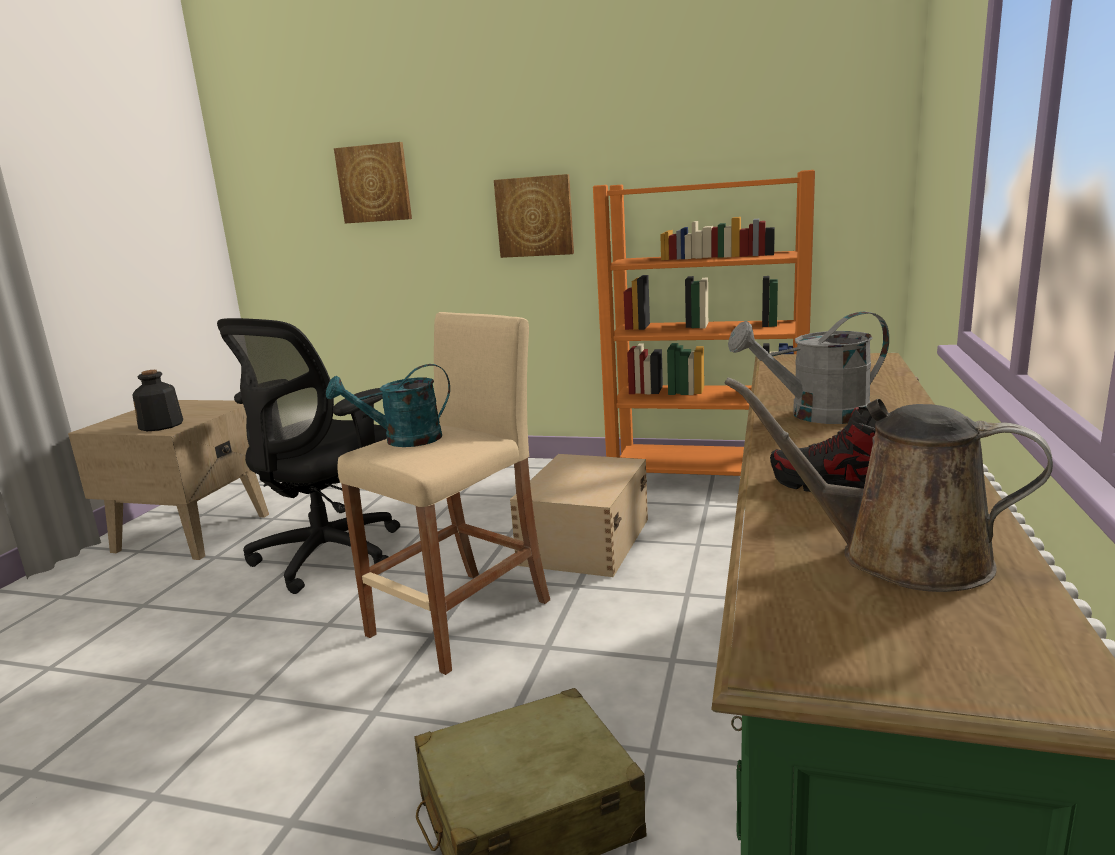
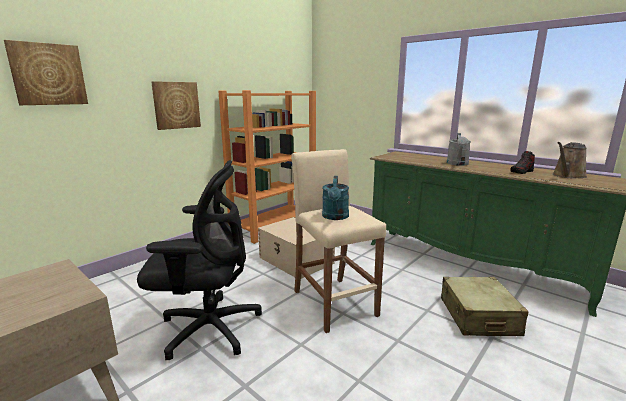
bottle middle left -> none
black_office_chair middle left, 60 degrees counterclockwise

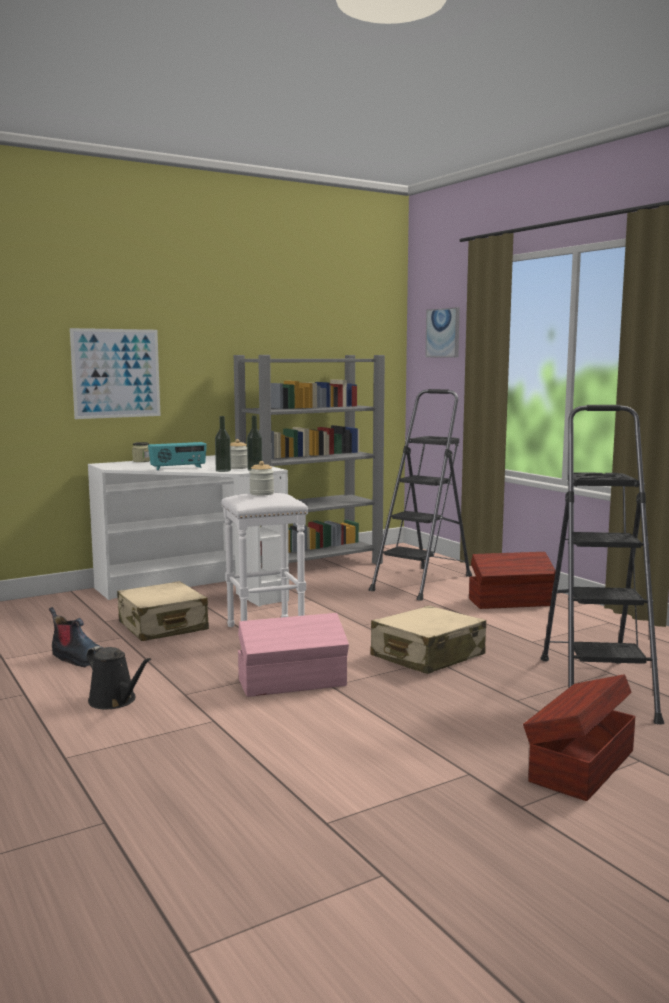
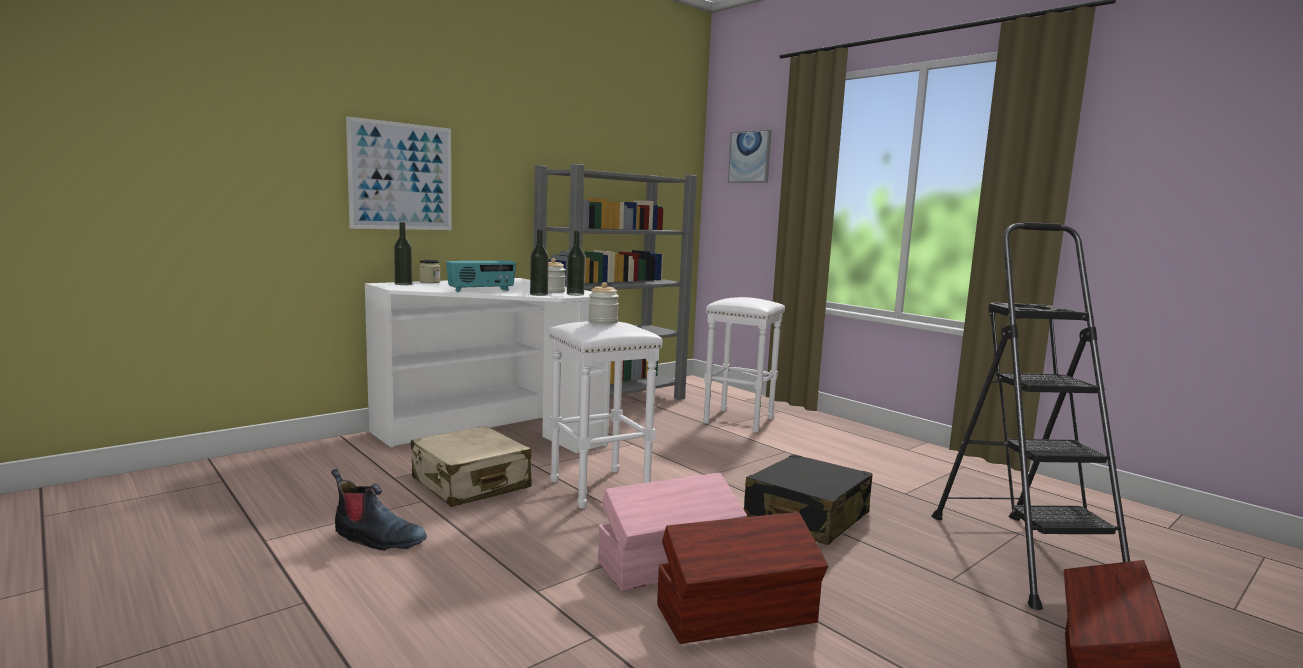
black_watering_can bottom left -> none
none -> bottle (1st from left) middle left
brown_storage_box (1st from left) middle right -> brown_storage_box (1st from left) bottom centre, moved
step_ladder (1st from left) centre -> white_stool (2nd from left) centre
beige_suitcase (2nd from left) centre -> black_suitcase bottom centre

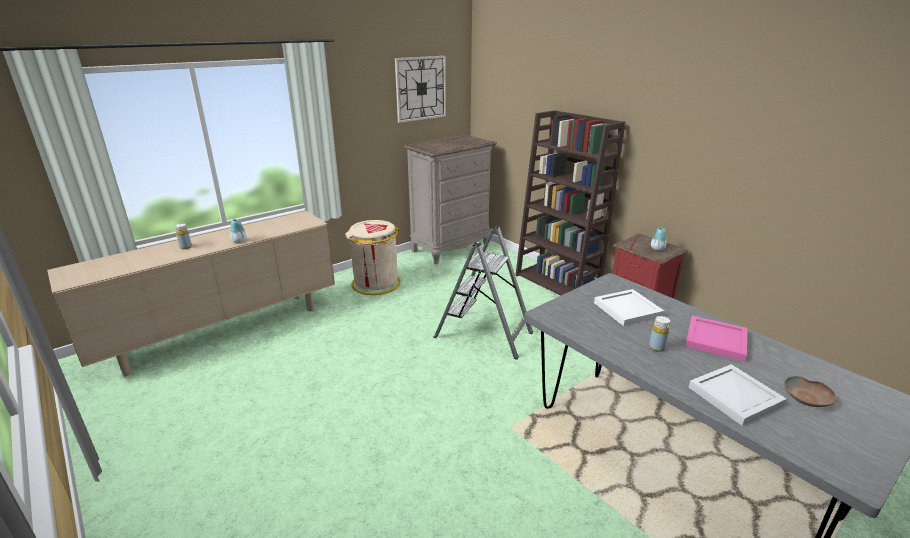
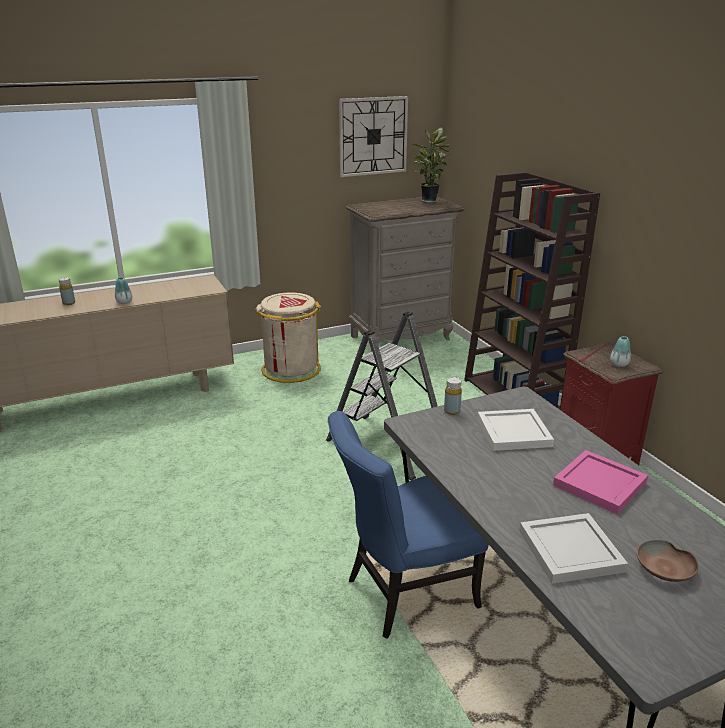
none -> blue_chair bottom centre
none -> potted_plant top centre
yellow_bottle (2nd from left) middle right -> yellow_bottle (2nd from left) centre, moved

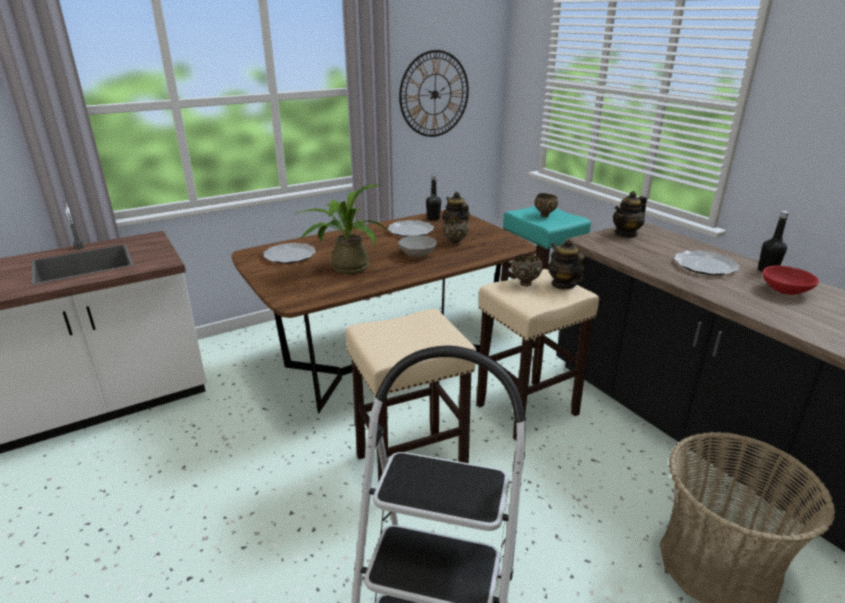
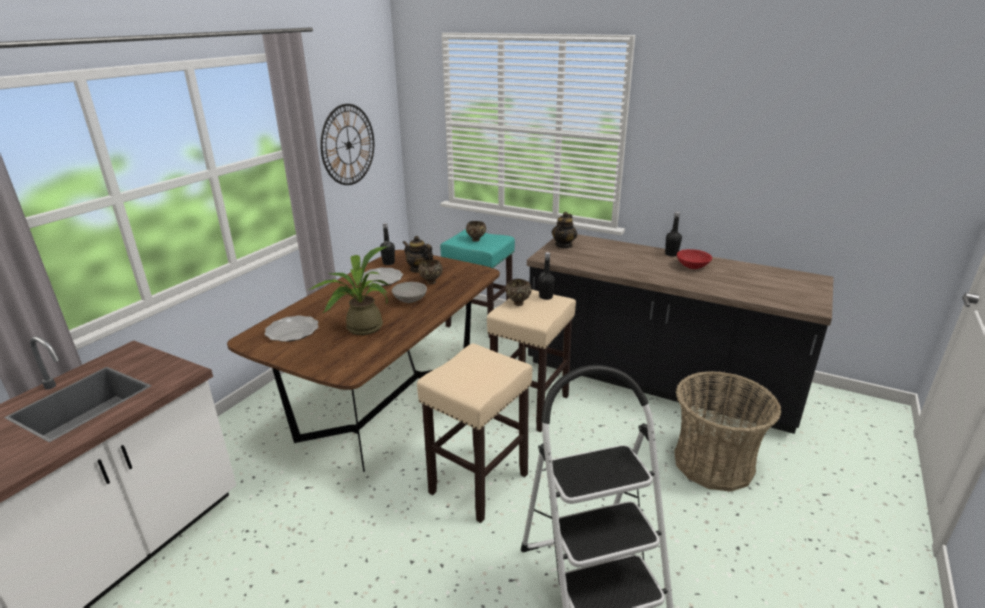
plate (3rd from left) middle right -> none
teapot (2nd from left) middle right -> black_bottle (2nd from left) centre

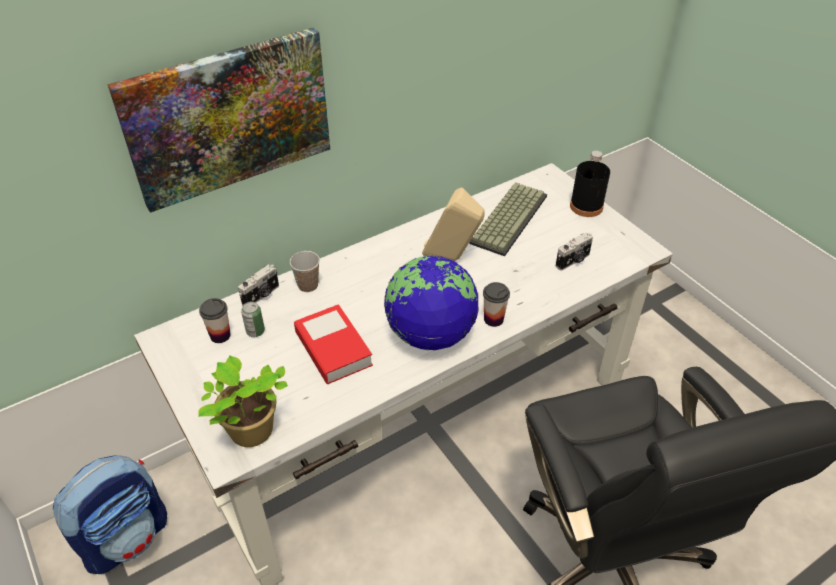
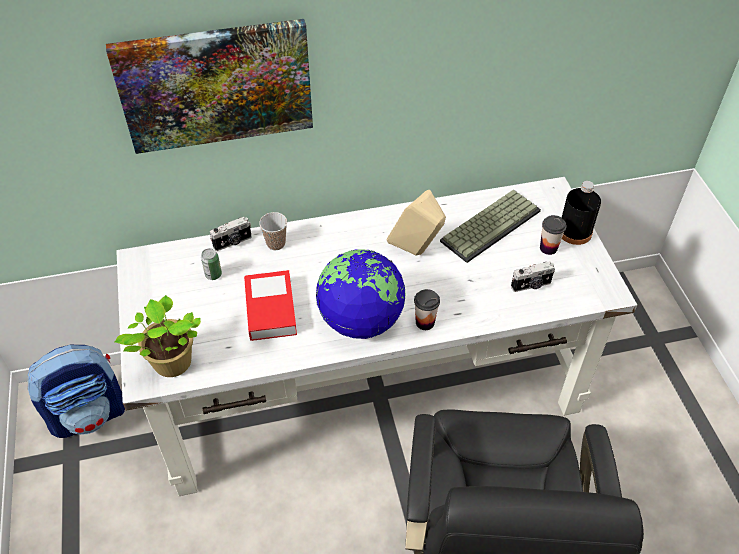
cup (1st from left in the first image) middle left -> cup (3rd from left) middle right, moved

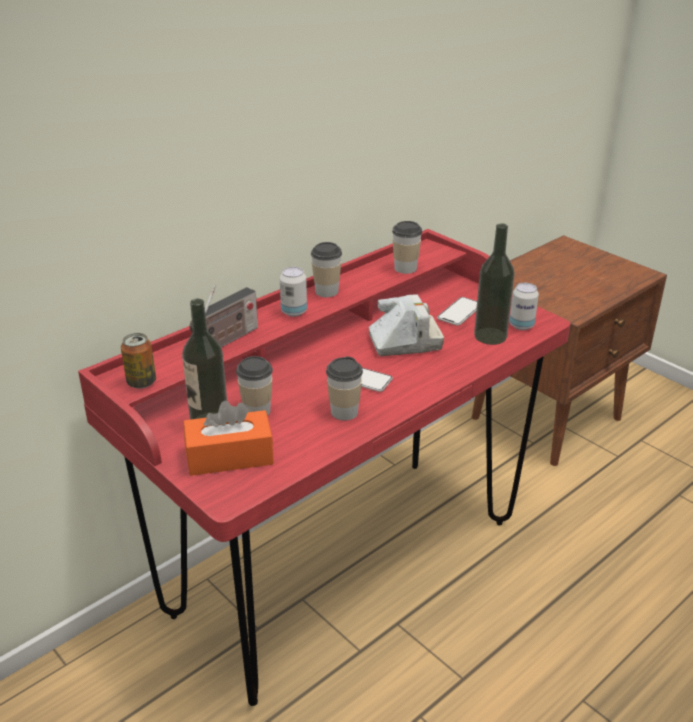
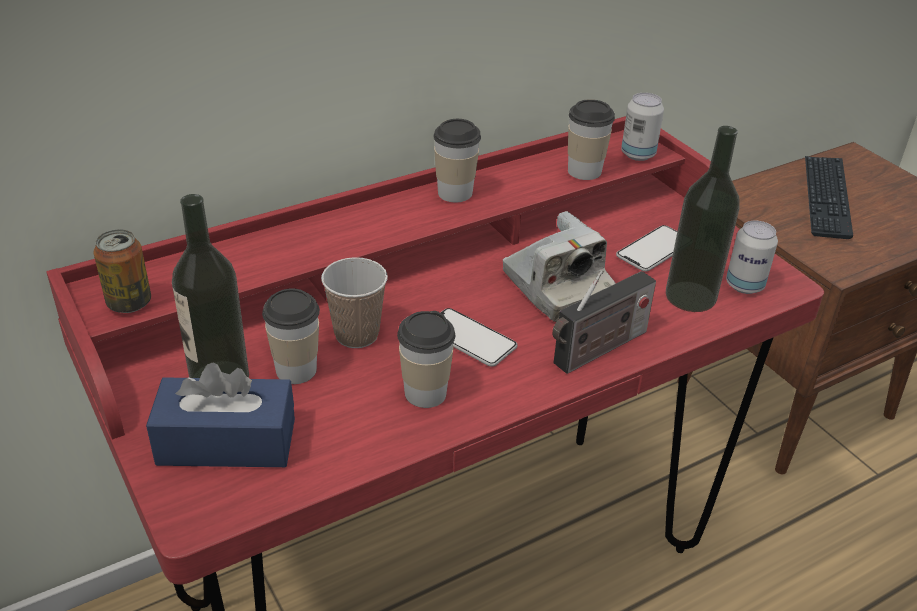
none -> cup (2nd from left) centre
none -> keyboard top right
radio middle left -> radio centre, moved
can (2nd from left) centre -> can (2nd from left) top right, moved
orange_tissue_box middle left -> blue_tissue_box bottom left
photo_camera centre, 60 degrees clockwise

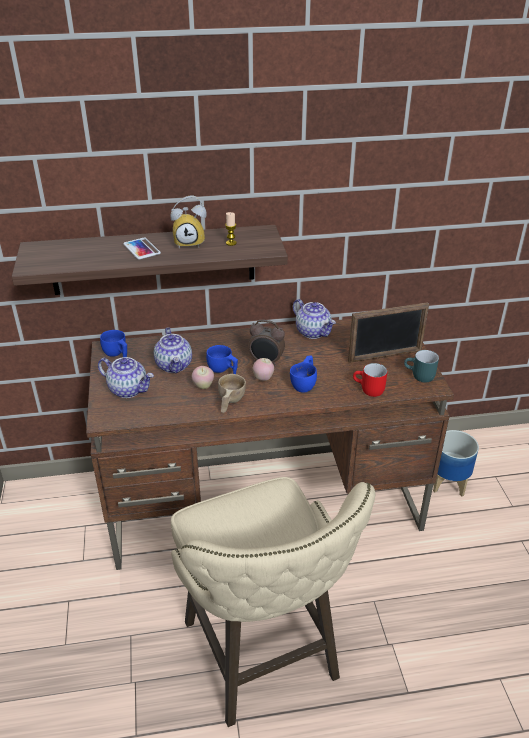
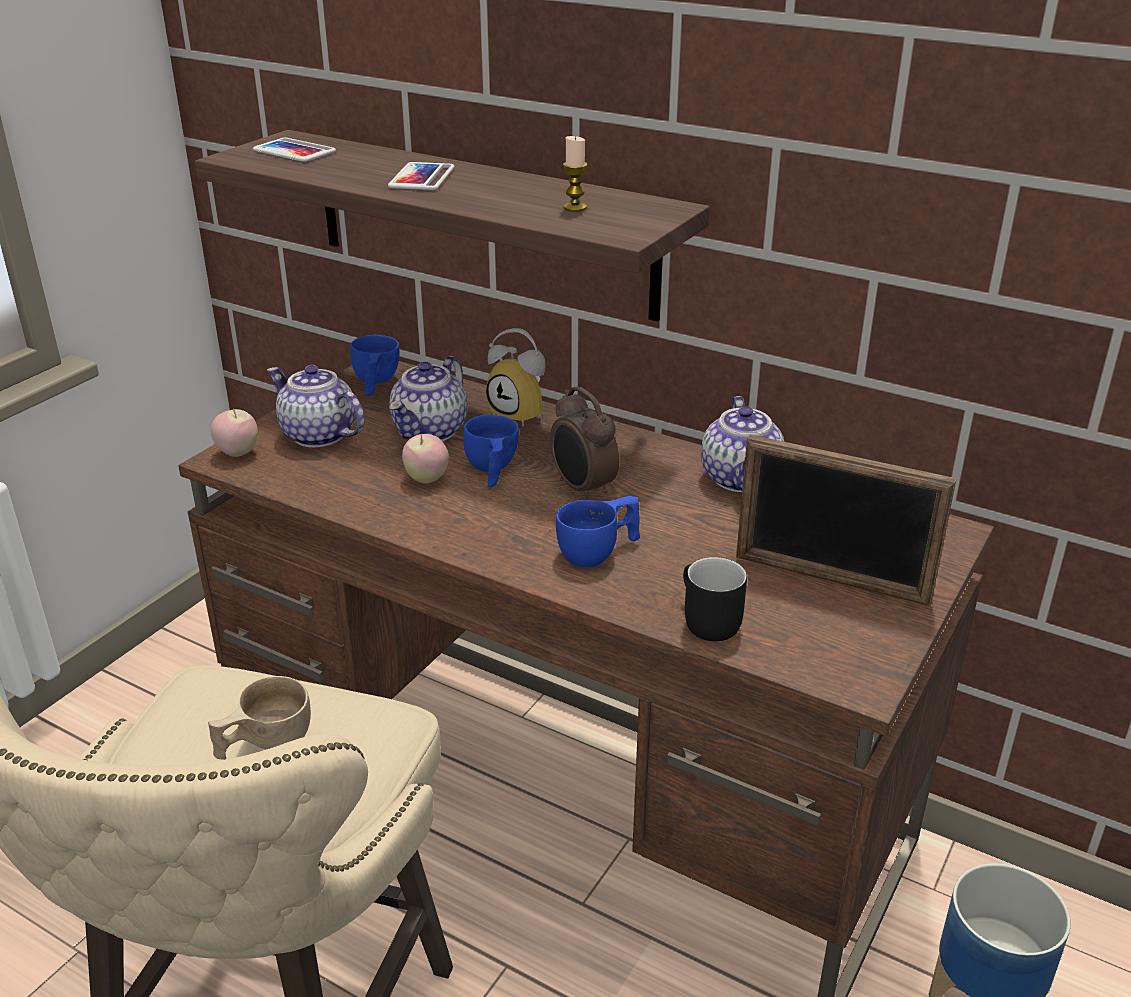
turquoise_mug middle right -> none
none -> phone (1st from left) top left
alarm_clock (1st from left) top centre -> alarm_clock (1st from left) centre, moved
beige_cup centre -> beige_cup bottom left, moved
apple (2nd from left in the first image) centre -> apple (1st from left) middle left, moved
red_mug middle right -> black_mug centre
teapot (1st from left) middle left, 150 degrees clockwise

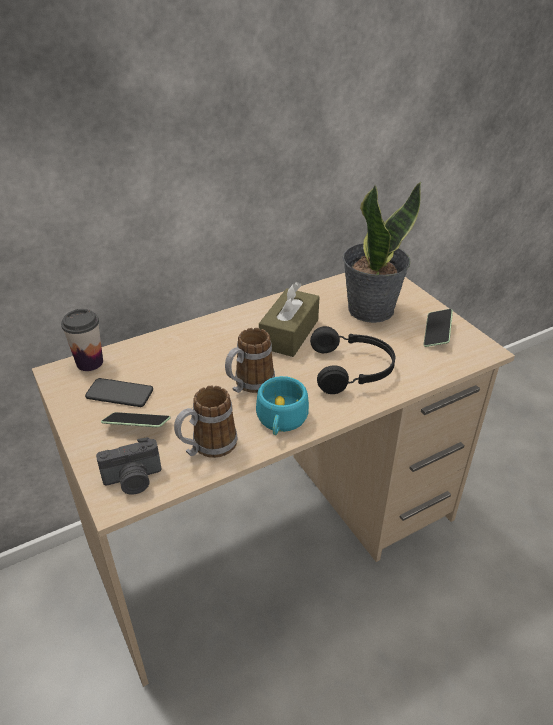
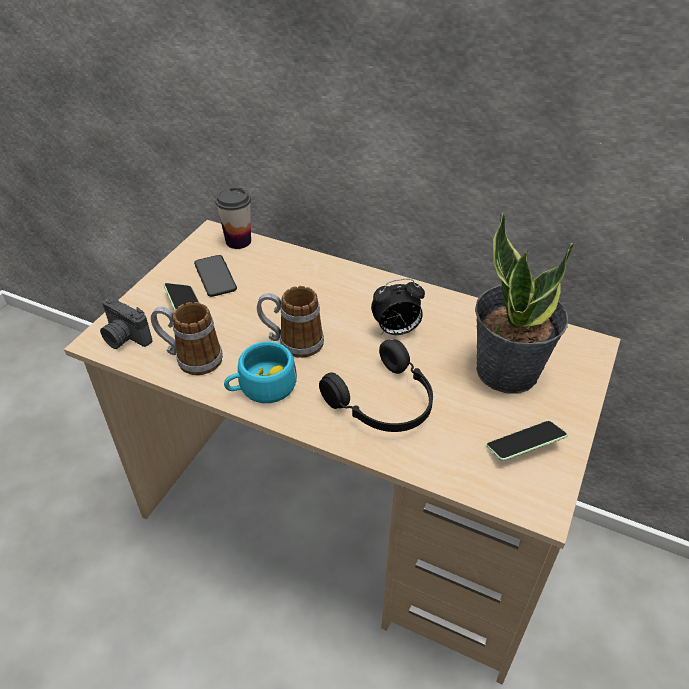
brown_tissue_box centre -> alarm_clock centre

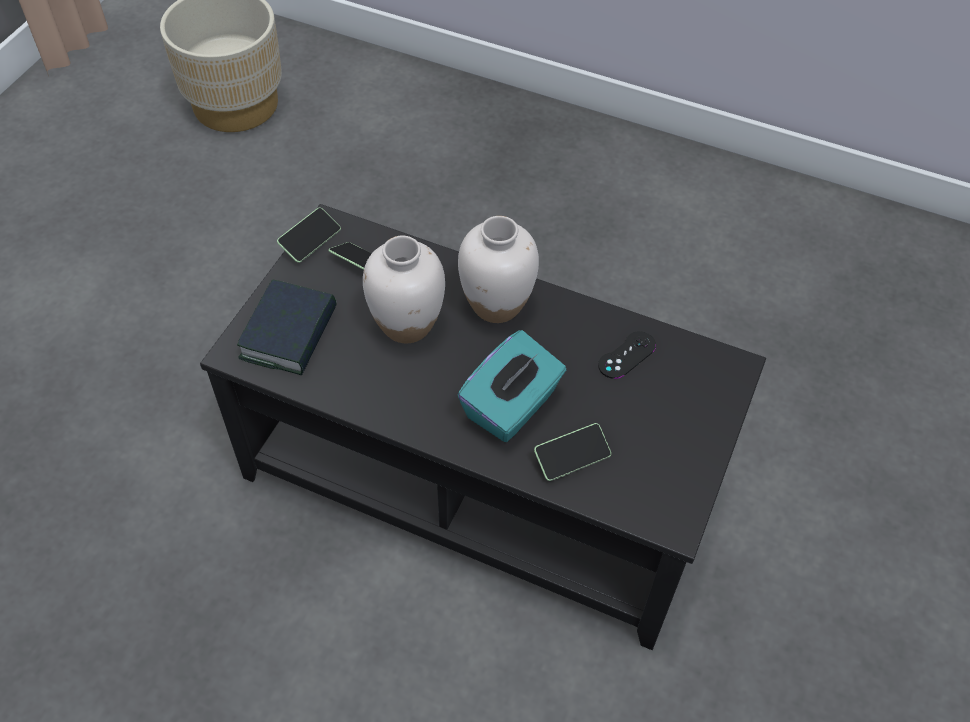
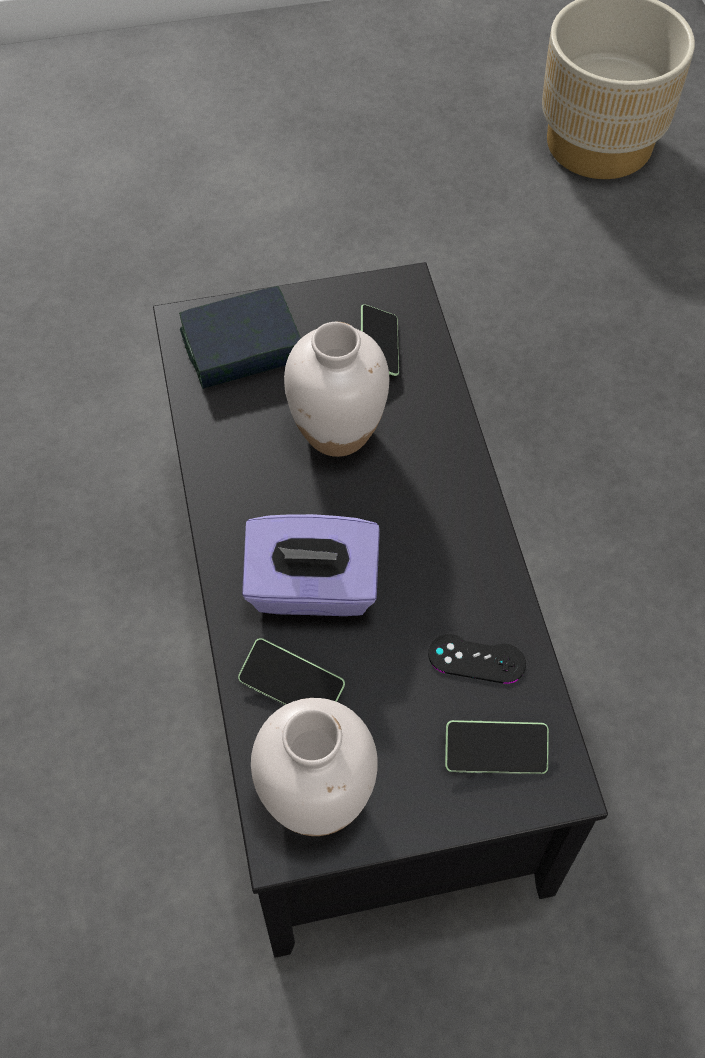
phone (1st from left in the first image) top left -> phone (3rd from left) bottom right, moved
white_vase (2nd from left in the first image) centre -> white_vase (1st from left) bottom centre, moved
turquoise_tissue_box centre -> purple_tissue_box centre

